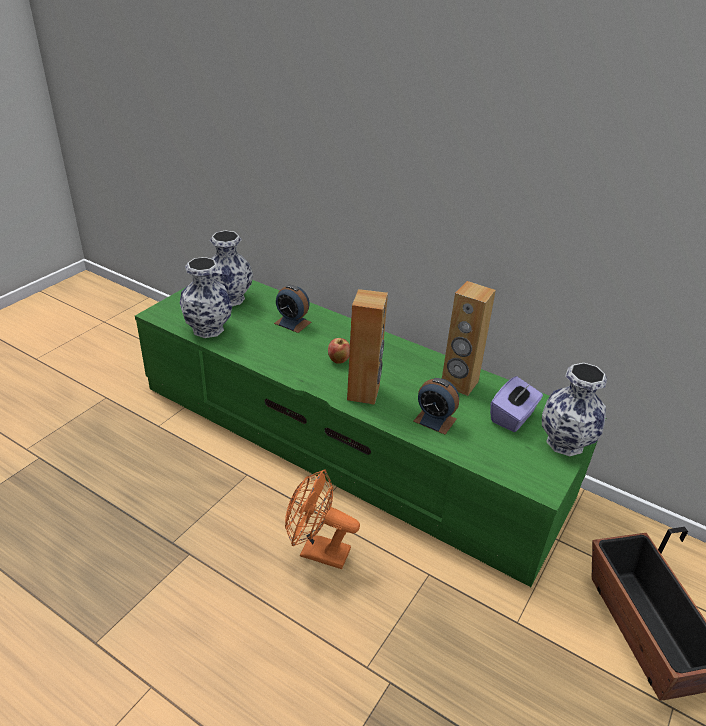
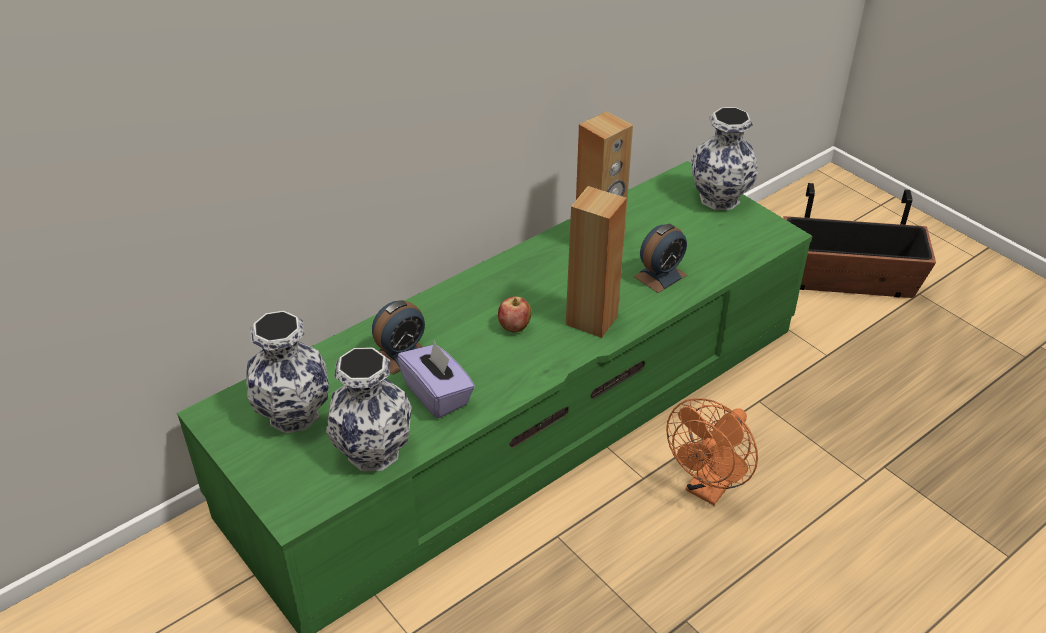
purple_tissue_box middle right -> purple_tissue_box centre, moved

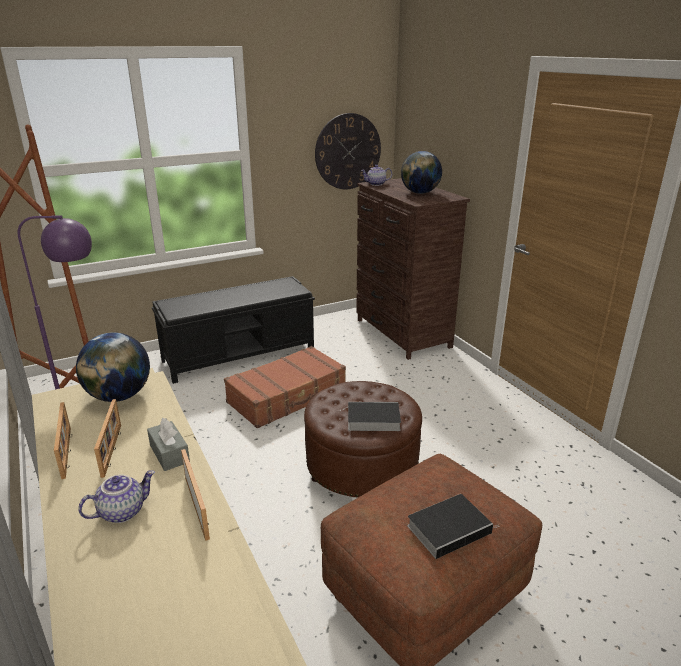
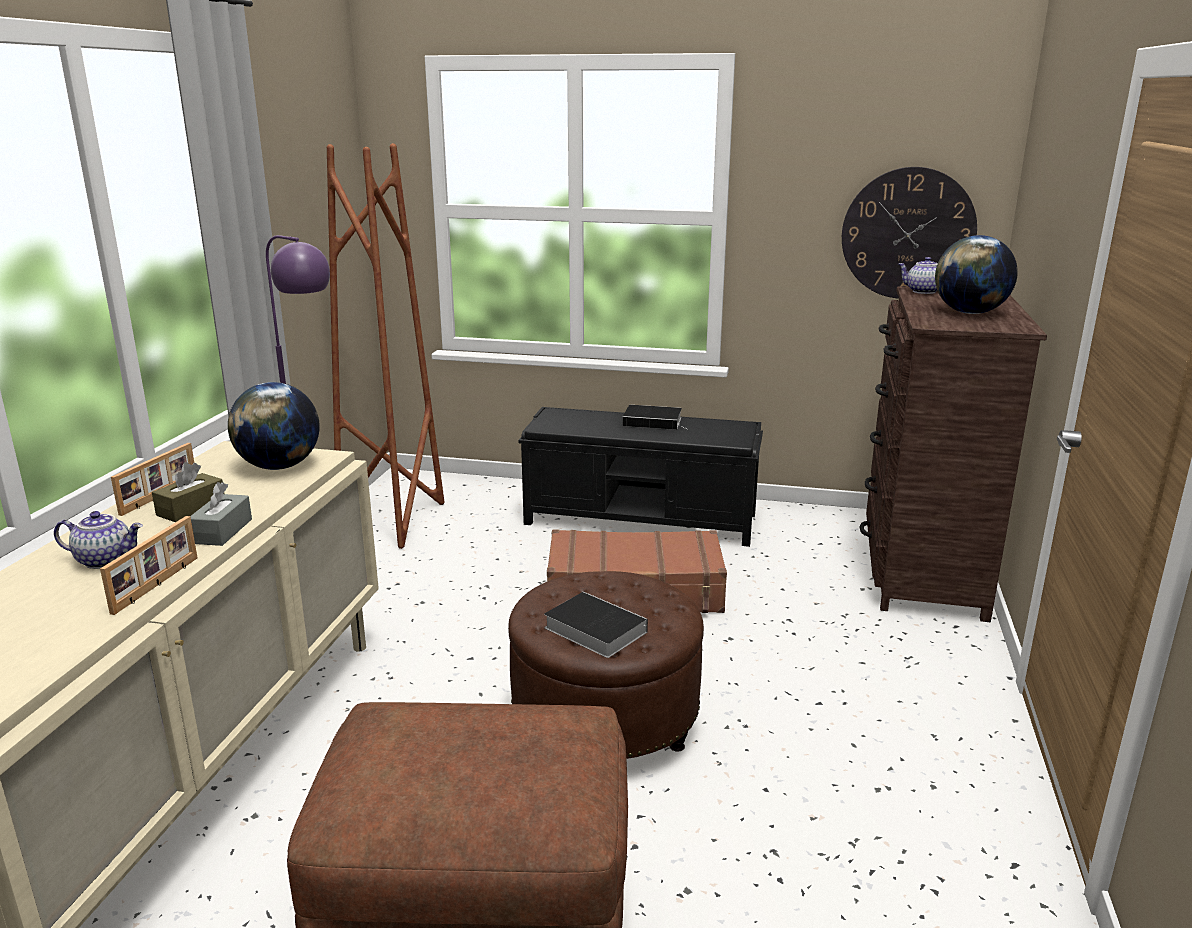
book (2nd from left) bottom centre -> book (2nd from left) centre, moved
picture_frame (2nd from left) middle left -> brown_tissue_box middle left

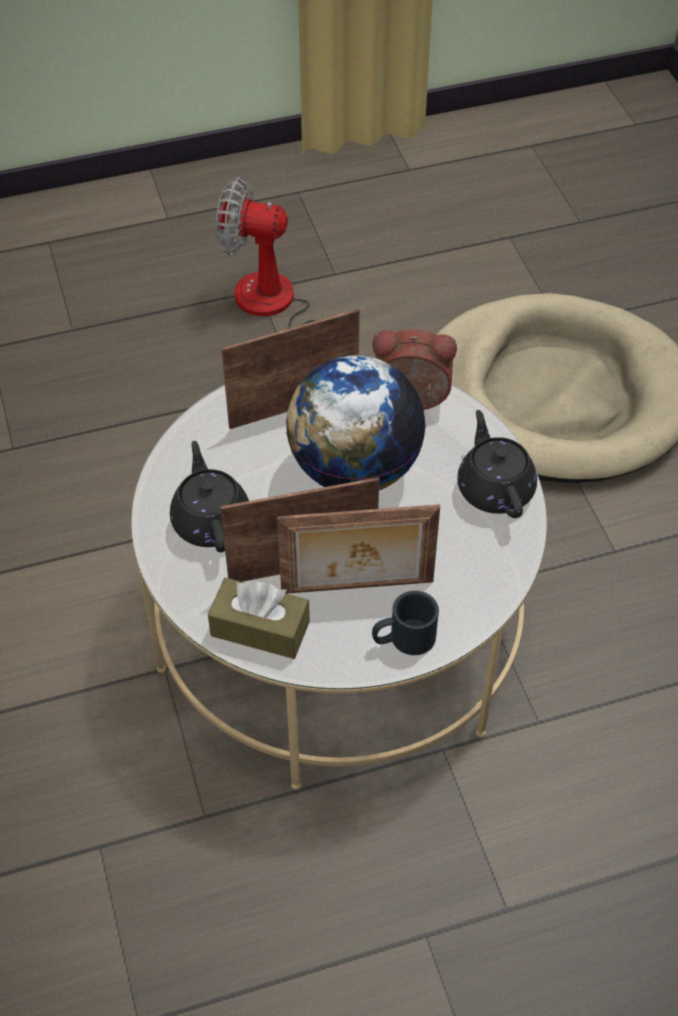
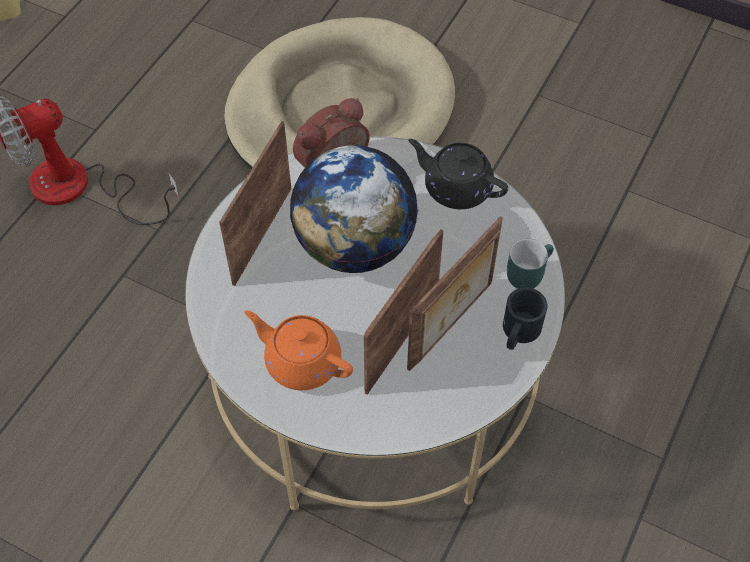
brown_tissue_box centre -> none
none -> turquoise_mug middle right
black_teapot (1st from left) middle left -> orange_teapot centre

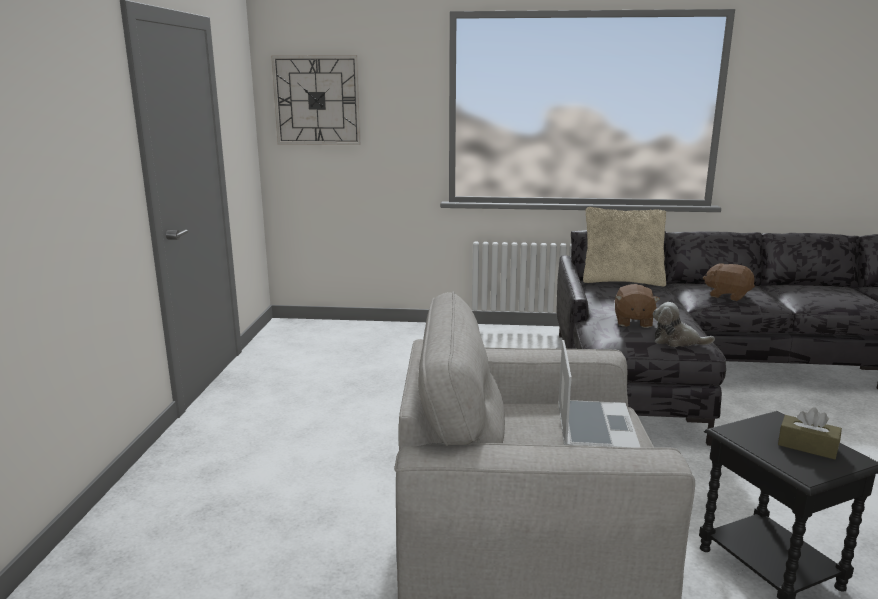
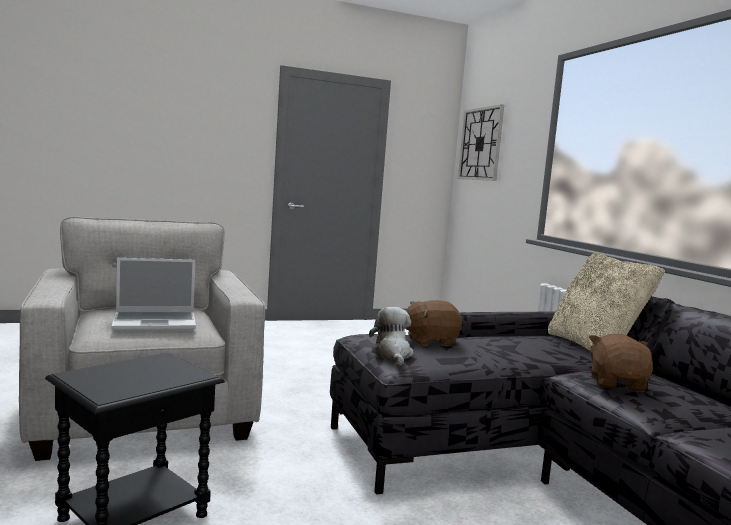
brown_tissue_box bottom right -> none

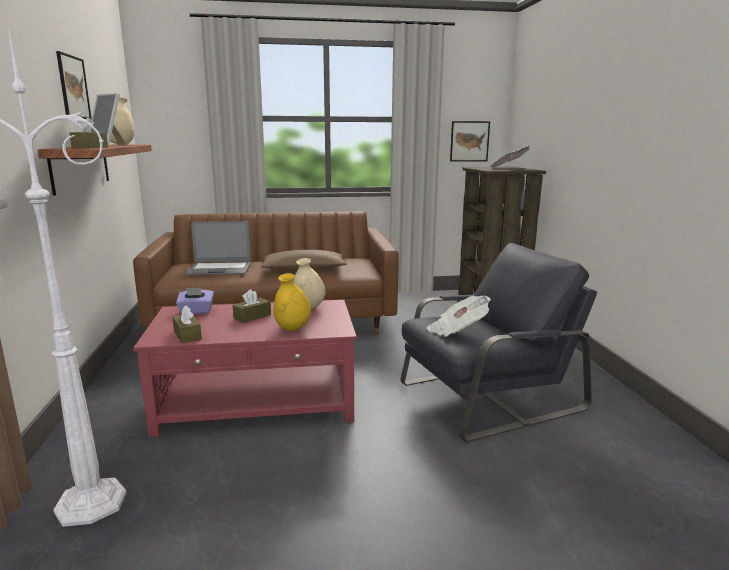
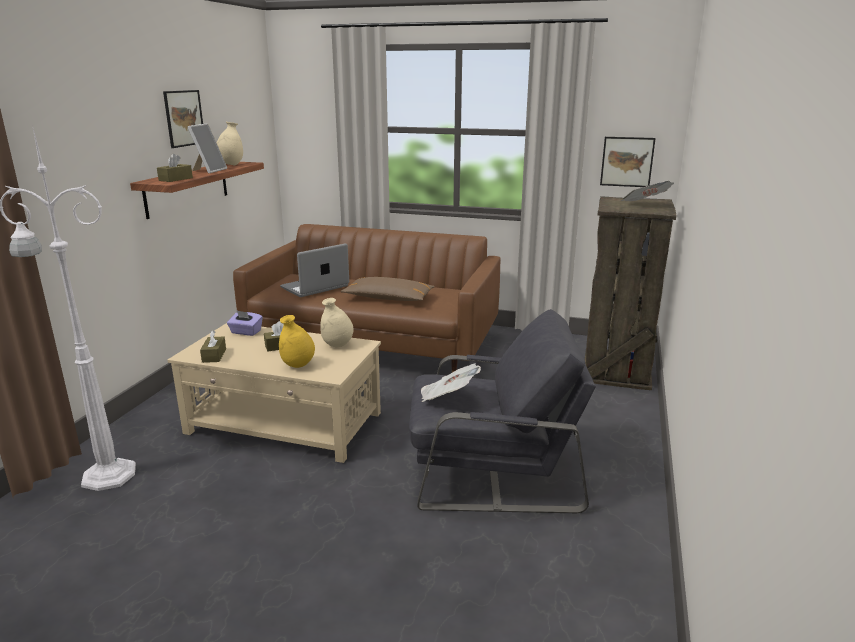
red_coffee_table centre -> beige_coffee_table middle left
picture_frame top left, 135 degrees counterclockwise
laptop middle left -> laptop centre, 120 degrees clockwise

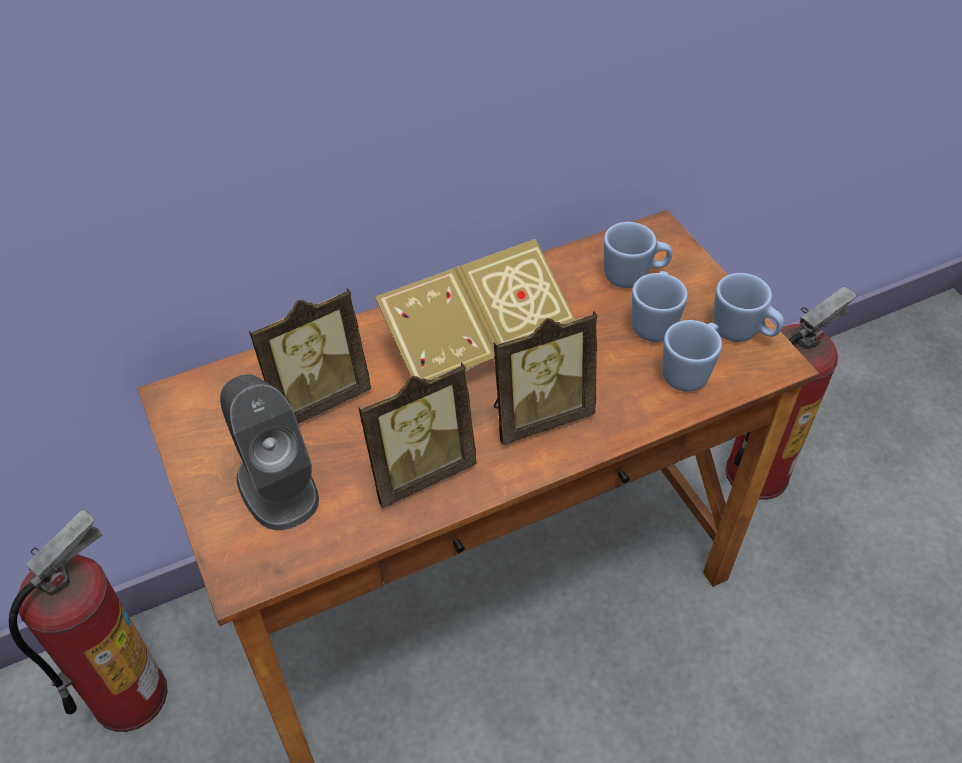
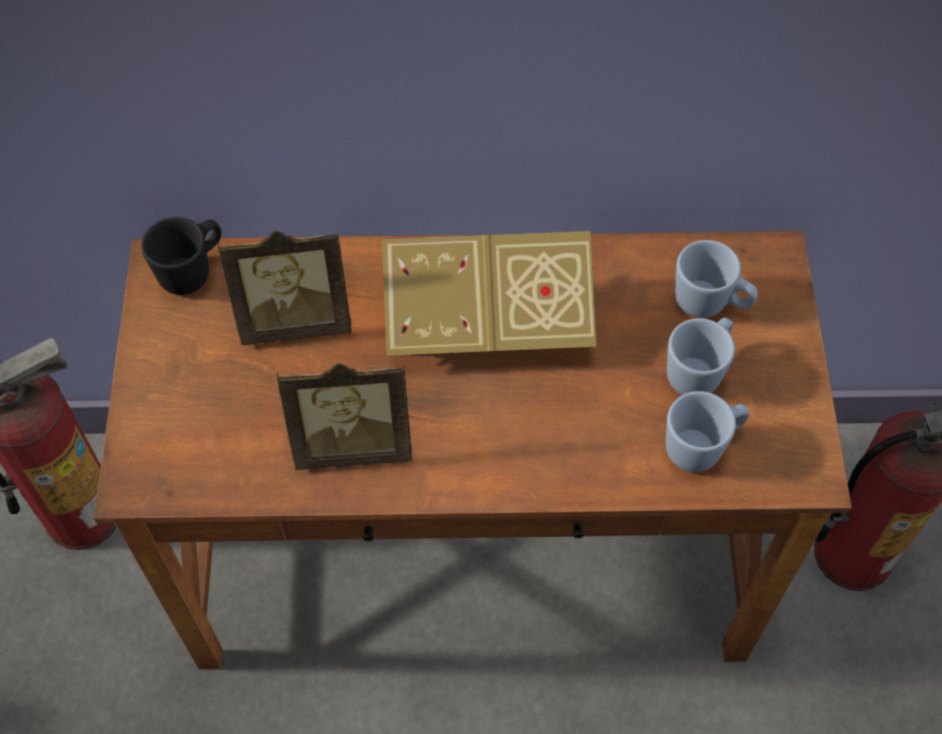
grey_speaker middle left -> none
picture_frame (3rd from left) centre -> none
blue_mug (4th from left) middle right -> none
none -> black_mug middle left

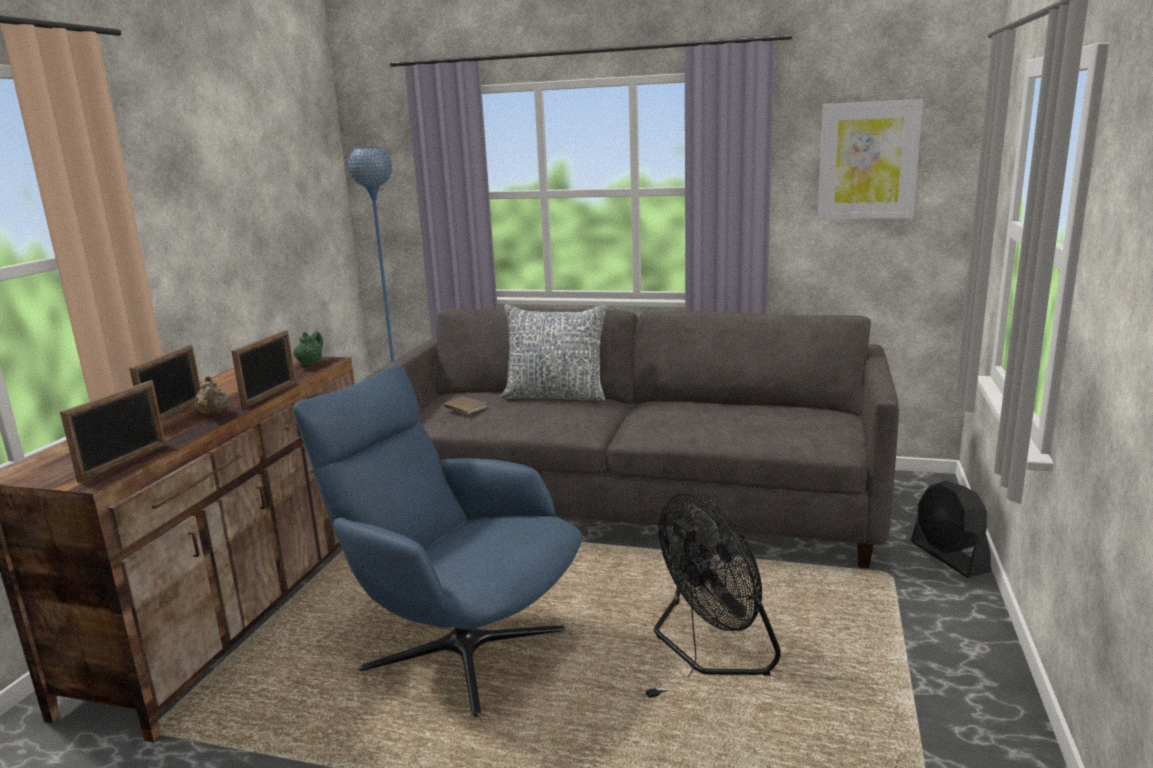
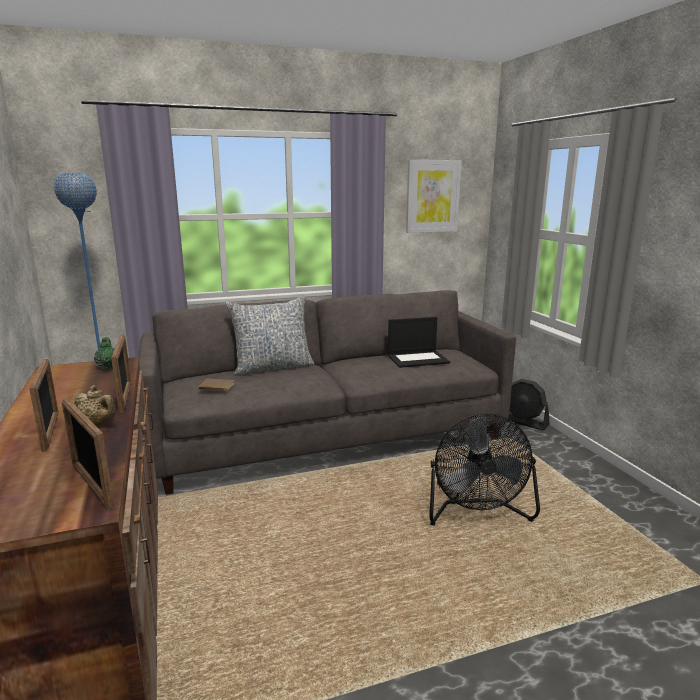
blue_armchair bottom centre -> none
none -> laptop centre
picture_frame (1st from left in the first image) middle left -> picture_frame (2nd from left) middle left, 150 degrees clockwise
black_fan (1st from left) bottom centre -> black_fan (1st from left) bottom right, 150 degrees clockwise

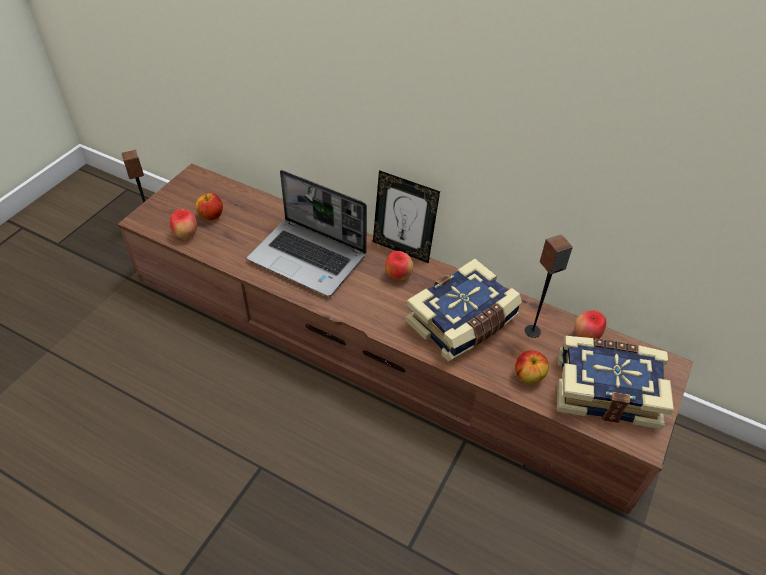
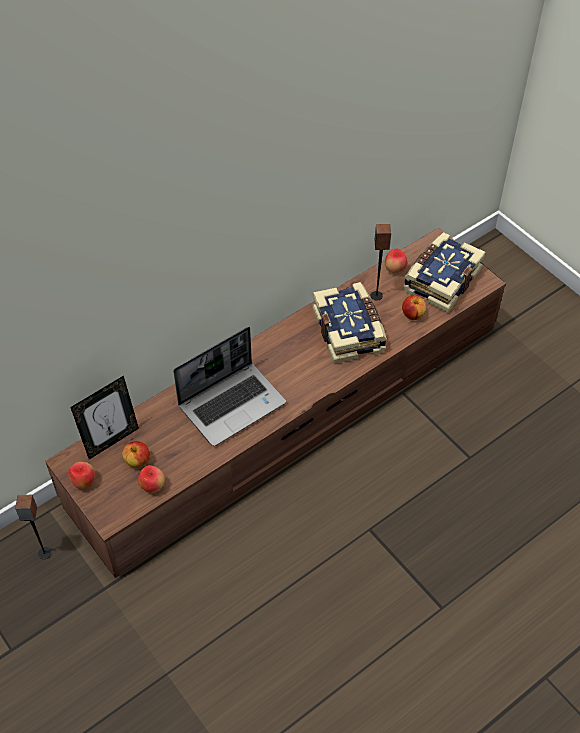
picture_frame centre -> picture_frame middle left, moved
apple (3rd from left in the first image) centre -> apple (1st from left) middle left, moved

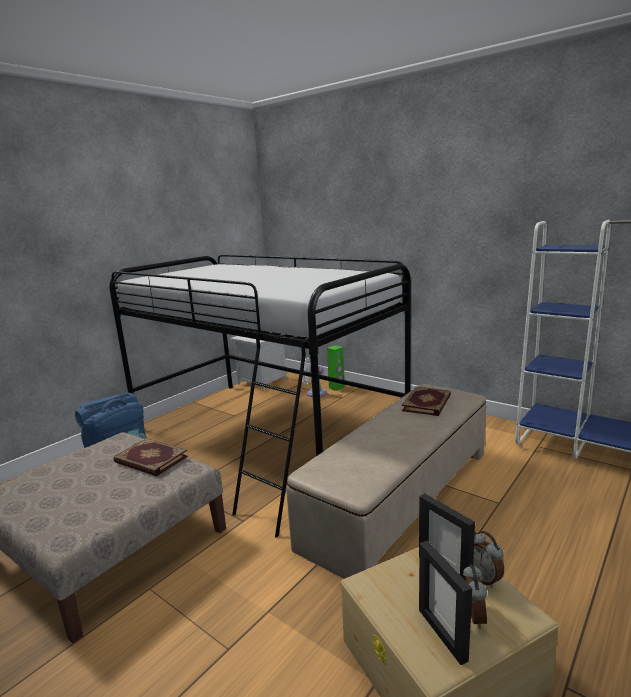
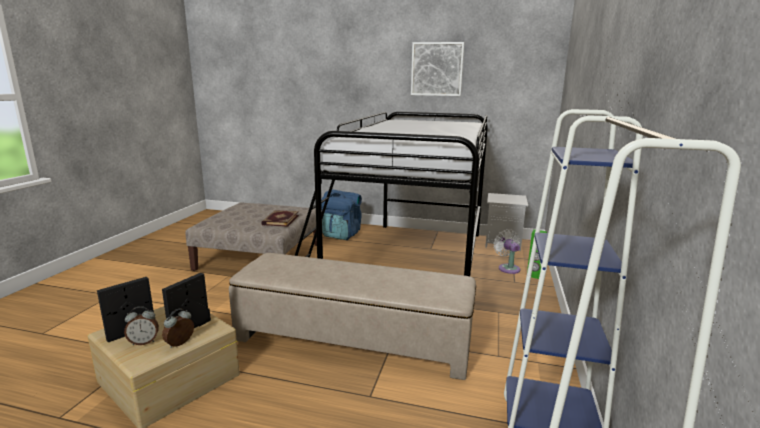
book (2nd from left) middle right -> none
none -> picture top centre

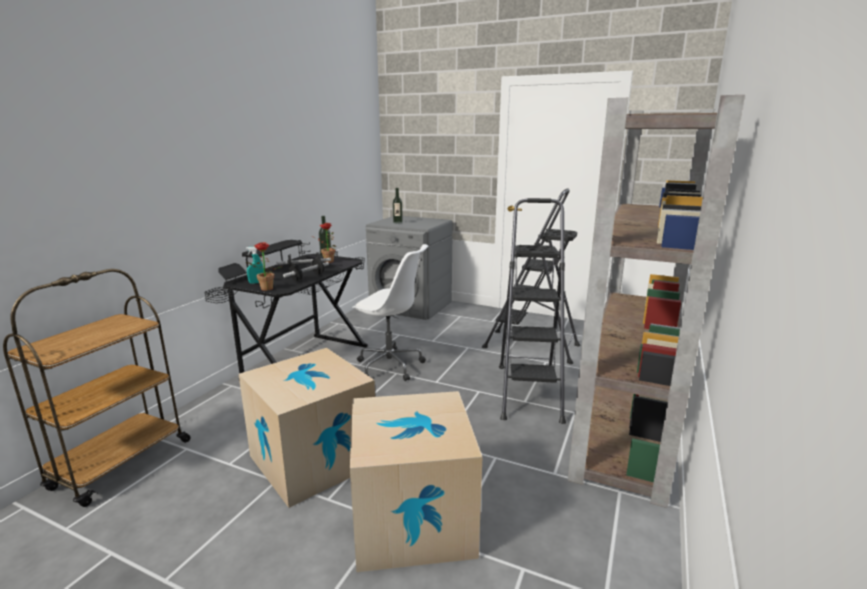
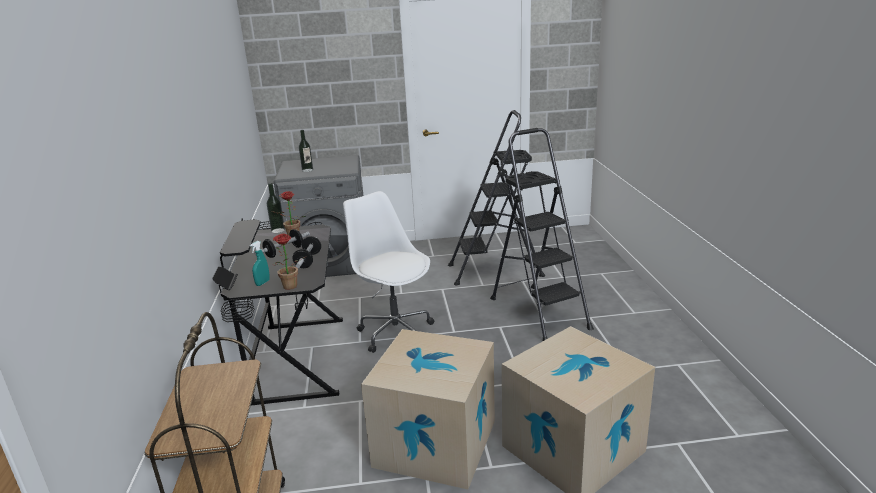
brown_bookcase middle right -> none
white_office_chair centre, 120 degrees counterclockwise

